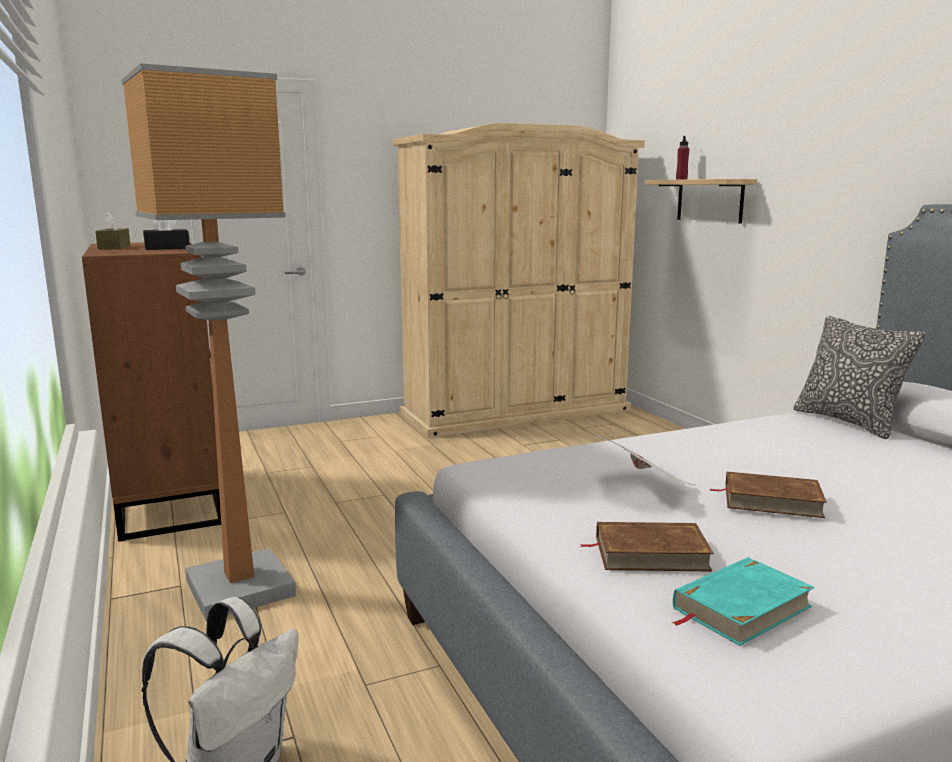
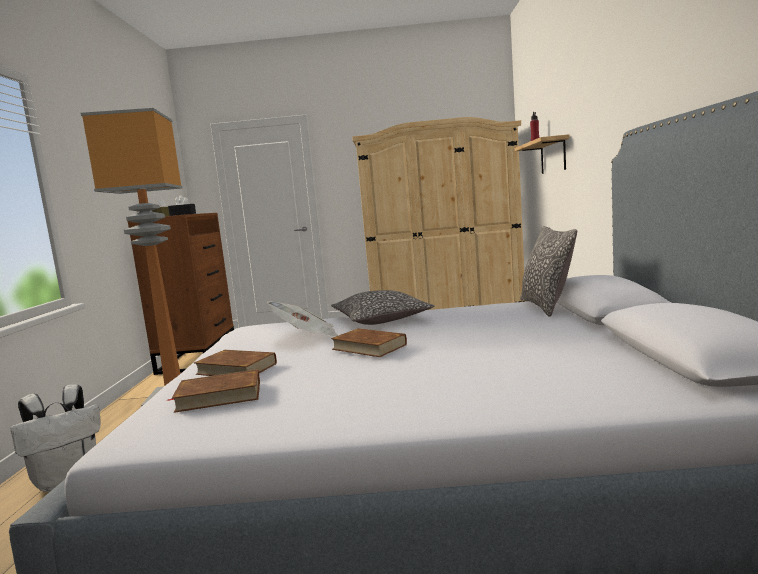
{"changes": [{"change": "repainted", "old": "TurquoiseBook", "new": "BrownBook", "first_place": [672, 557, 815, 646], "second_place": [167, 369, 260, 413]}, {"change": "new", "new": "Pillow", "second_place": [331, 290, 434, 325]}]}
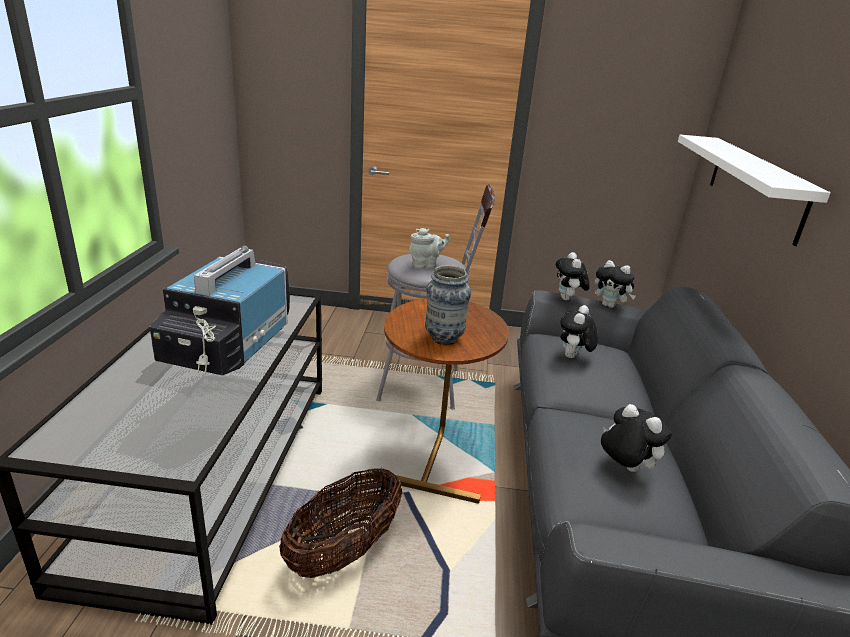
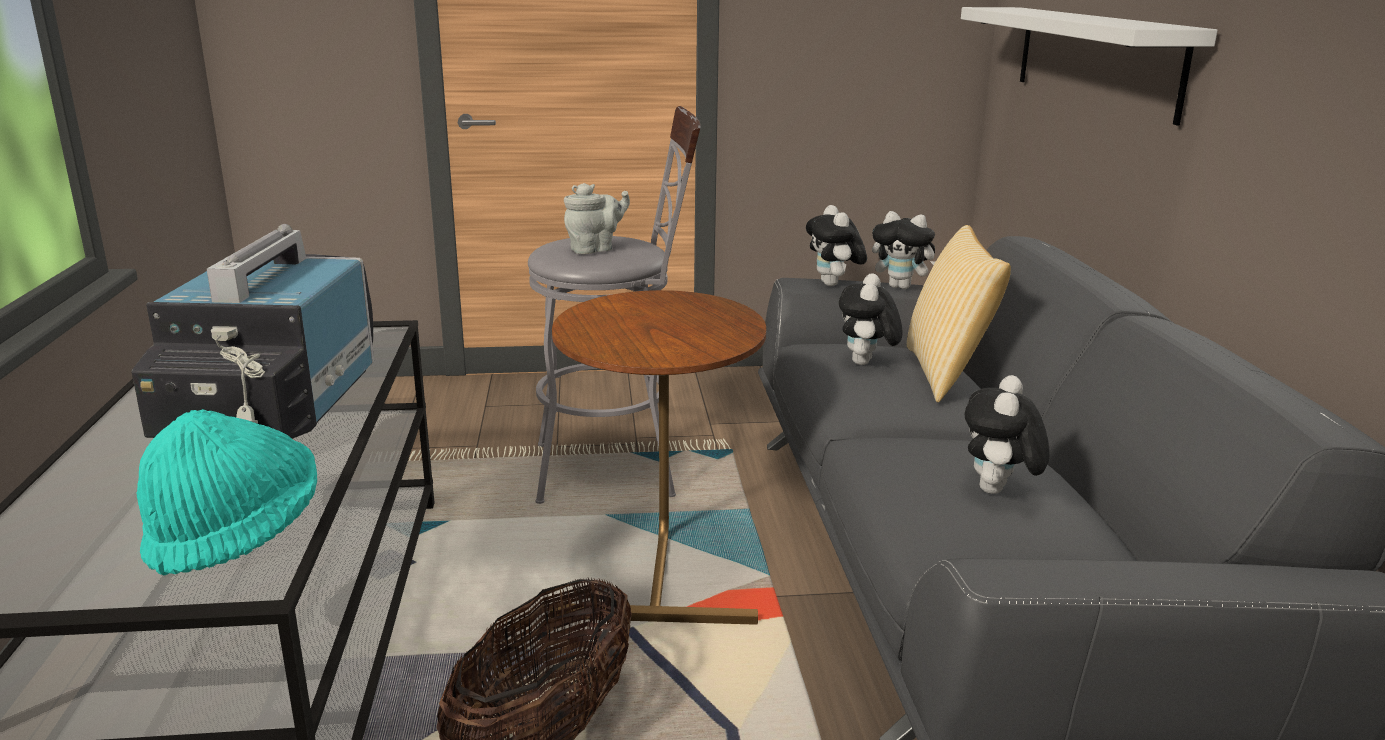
{"changes": [{"change": "gone", "old": "Vase", "first_place": [425, 265, 471, 345]}, {"change": "rotated", "old": "PlushToy", "first_place": [601, 404, 672, 472], "second_place": [965, 375, 1049, 494], "degrees": -105}, {"change": "new", "new": "Pillow", "second_place": [907, 225, 1011, 402]}, {"change": "new", "new": "TurquoiseHat", "second_place": [137, 409, 317, 575]}]}
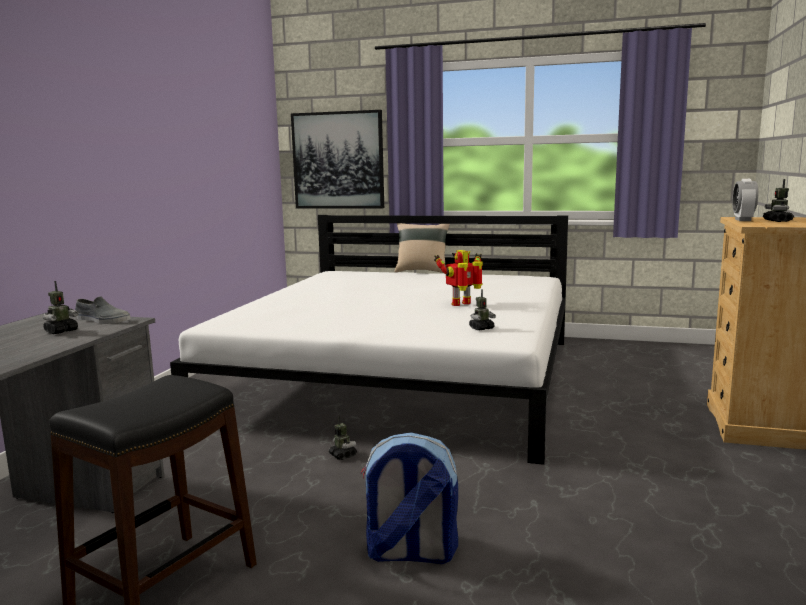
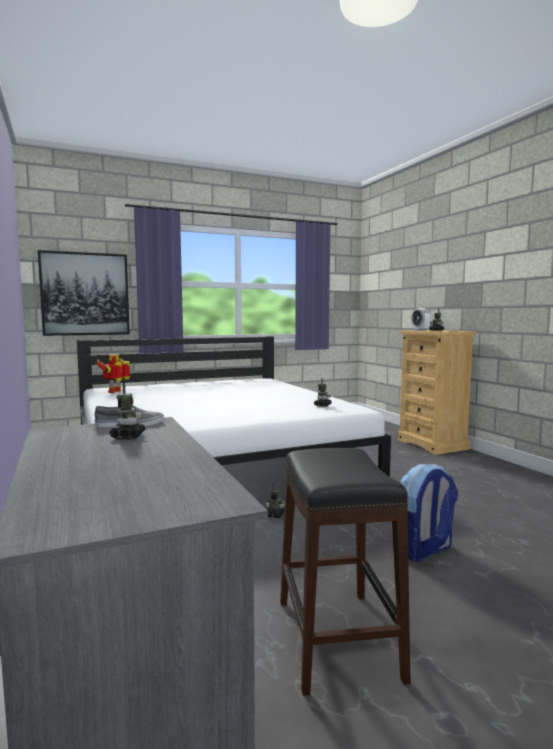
{"changes": [{"change": "gone", "old": "BeigePillow", "first_place": [394, 223, 450, 273]}, {"change": "shifted", "old": "ToyRobot", "first_place": [434, 250, 483, 306], "second_place": [95, 355, 130, 393]}]}
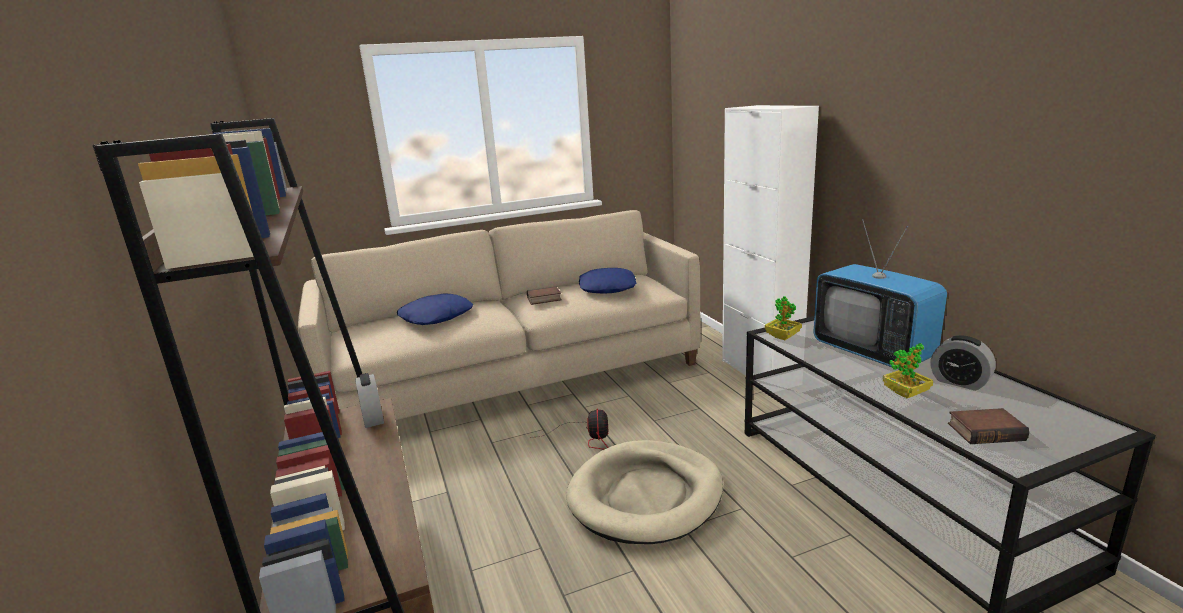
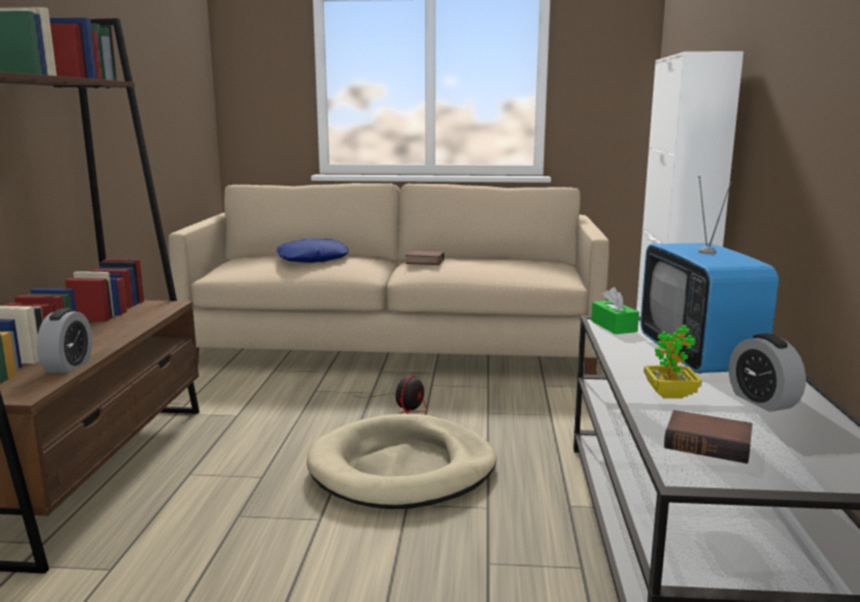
{"changes": [{"change": "gone", "old": "BluePillow", "first_place": [579, 268, 637, 293]}, {"change": "swapped", "old": "PottedPlant", "new": "GreenTissueBox", "first_place": [765, 296, 802, 340], "second_place": [591, 287, 639, 334]}, {"change": "shifted", "old": "AlarmClock", "first_place": [355, 373, 384, 428], "second_place": [37, 309, 92, 373]}]}
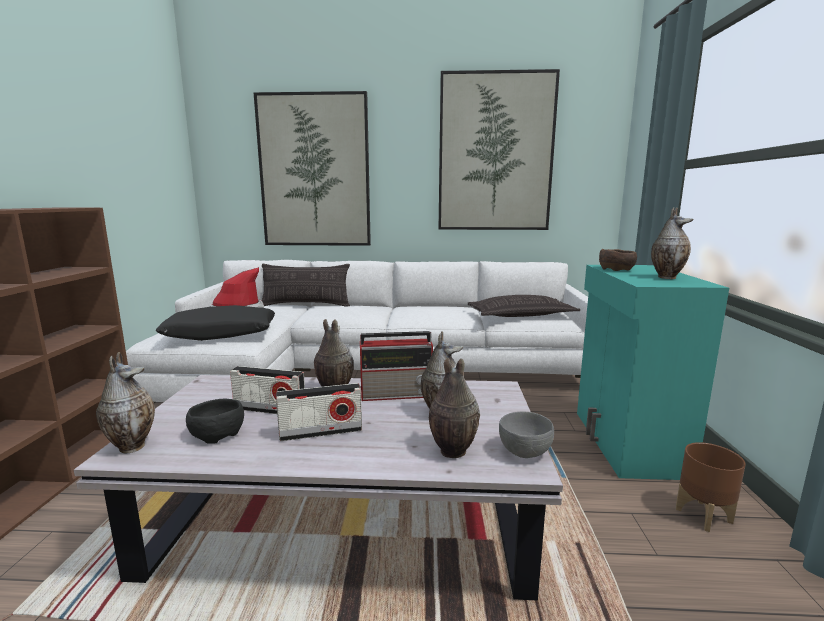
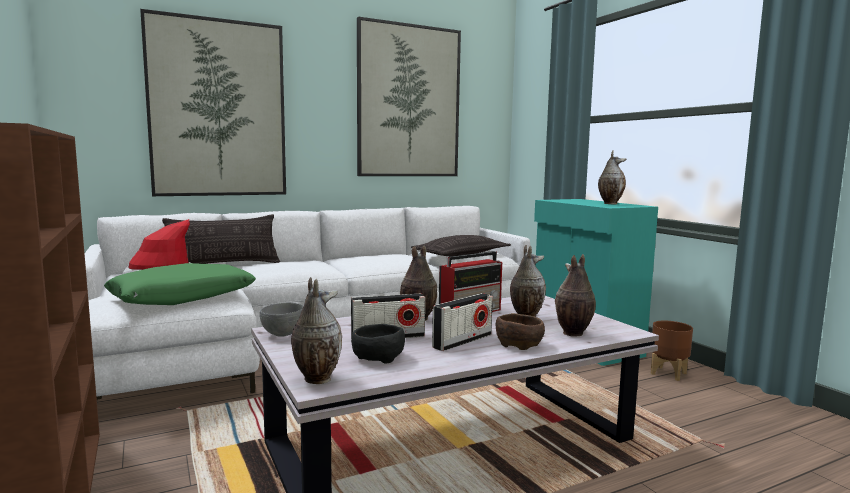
{"changes": [{"change": "shifted", "old": "BrownBowl", "first_place": [599, 249, 637, 271], "second_place": [496, 313, 545, 350]}, {"change": "repainted", "old": "BlackPillow", "new": "GreenPillow", "first_place": [156, 305, 275, 341], "second_place": [104, 263, 256, 305]}, {"change": "shifted", "old": "GreyBowl", "first_place": [499, 412, 554, 458], "second_place": [260, 303, 303, 337]}]}
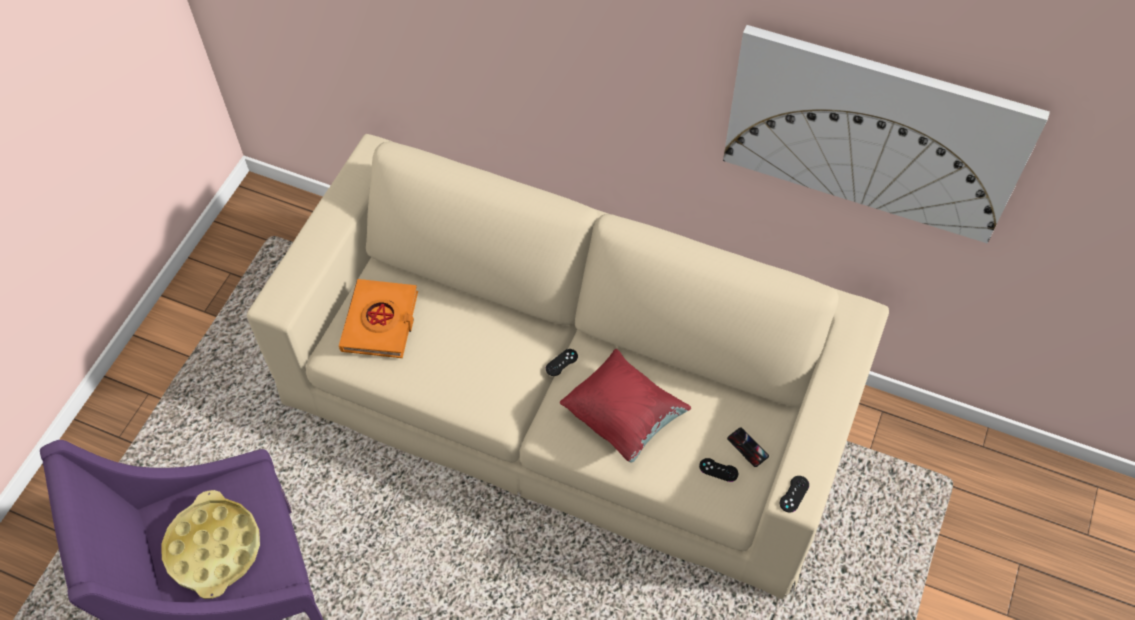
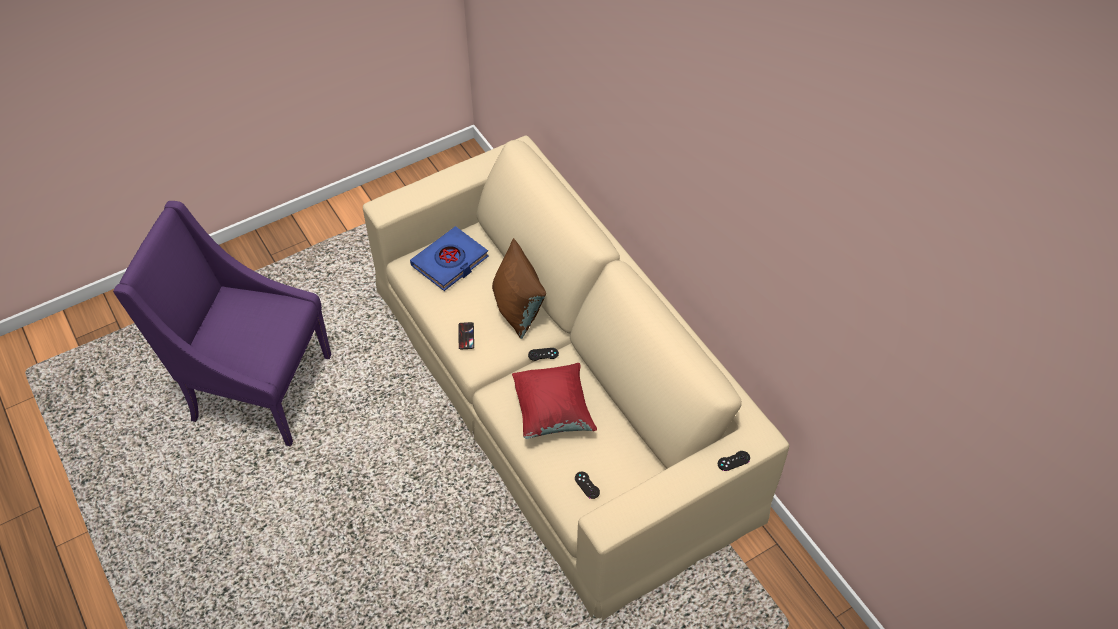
{"changes": [{"change": "gone", "old": "Picture", "first_place": [723, 25, 1050, 243]}, {"change": "repainted", "old": "OrangeBook", "new": "BlueBook", "first_place": [339, 279, 418, 358], "second_place": [410, 226, 489, 291]}, {"change": "shifted", "old": "Phone", "first_place": [727, 427, 769, 467], "second_place": [458, 322, 474, 349]}, {"change": "shifted", "old": "BlackGameController", "first_place": [780, 476, 809, 513], "second_place": [718, 451, 750, 471]}, {"change": "gone", "old": "YellowTray", "first_place": [162, 490, 260, 599]}, {"change": "new", "new": "BrownPillow", "second_place": [492, 238, 546, 339]}]}
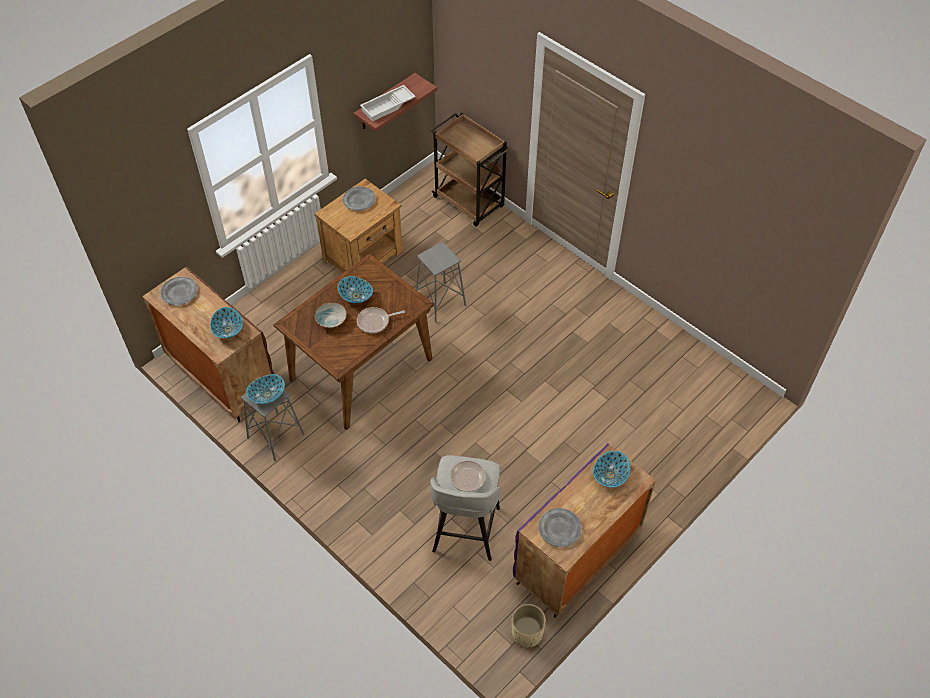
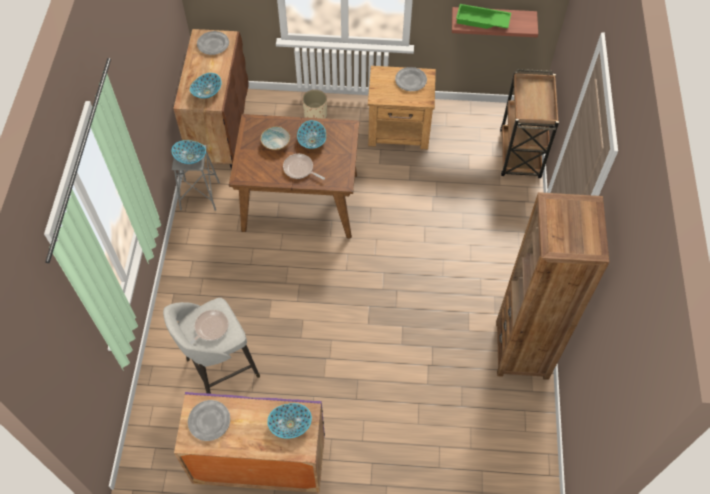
{"changes": [{"change": "repainted", "old": "WhiteTray", "new": "GreenTray", "first_place": [360, 85, 416, 122], "second_place": [456, 4, 511, 29]}, {"change": "gone", "old": "GreyStool", "first_place": [416, 242, 466, 323]}, {"change": "shifted", "old": "BeigePlanter", "first_place": [512, 604, 546, 647], "second_place": [302, 90, 327, 119]}, {"change": "new", "new": "BrownBookcase", "second_place": [496, 192, 609, 380]}]}
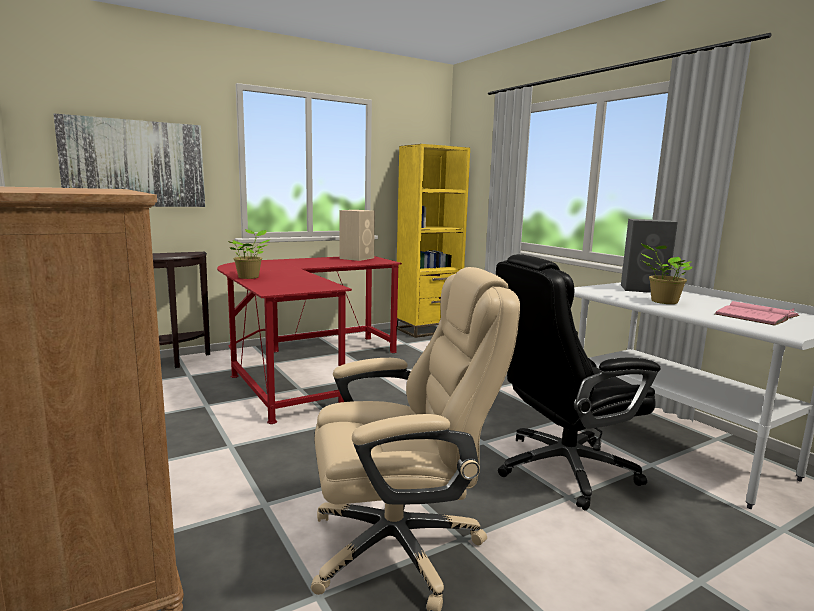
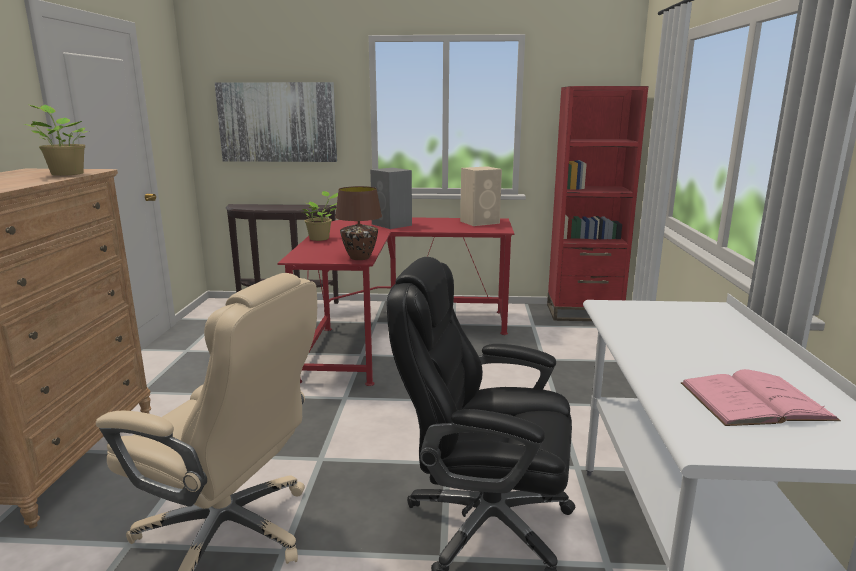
{"changes": [{"change": "repainted", "old": "YellowBookcase", "new": "RedBookcase", "first_place": [397, 144, 470, 338], "second_place": [547, 86, 648, 321]}, {"change": "shifted", "old": "GreySpeaker", "first_place": [621, 219, 677, 293], "second_place": [370, 168, 412, 229]}, {"change": "shifted", "old": "PottedPlant", "first_place": [640, 244, 693, 304], "second_place": [24, 104, 88, 176]}, {"change": "new", "new": "BrownTableLamp", "second_place": [335, 186, 382, 260]}]}
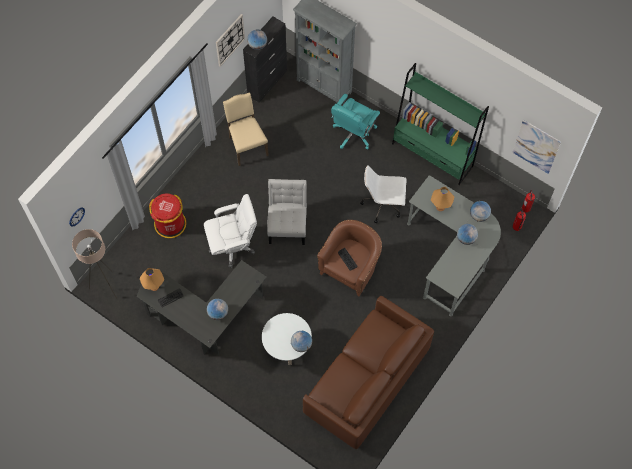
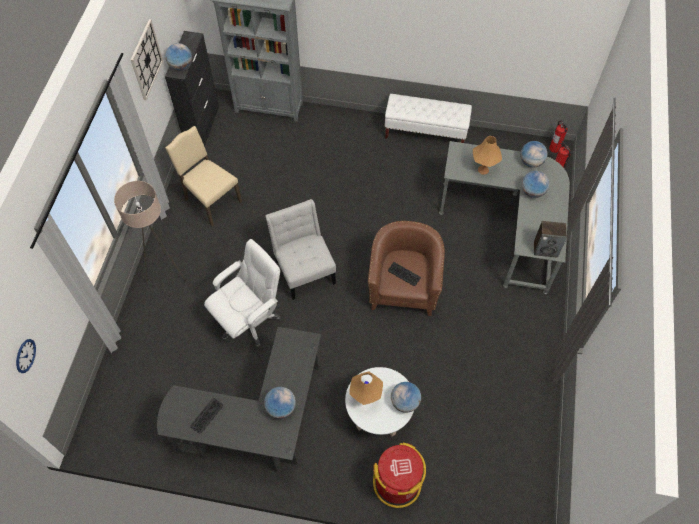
{"changes": [{"change": "swapped", "old": "GreenBookcase", "new": "WhiteBench", "first_place": [392, 63, 489, 185], "second_place": [384, 94, 472, 143]}, {"change": "gone", "old": "TurquoiseOfficeChair", "first_place": [331, 94, 380, 149]}, {"change": "gone", "old": "Picture", "first_place": [513, 120, 561, 174]}, {"change": "gone", "old": "WhiteOfficeChair", "first_place": [360, 165, 406, 223]}, {"change": "shifted", "old": "RedTrashCan", "first_place": [149, 194, 186, 238], "second_place": [373, 442, 426, 508]}, {"change": "shifted", "old": "BeigeFloorLamp", "first_place": [72, 229, 117, 299], "second_place": [114, 181, 186, 285]}, {"change": "shifted", "old": "OrangeTableLamp", "first_place": [140, 268, 164, 291], "second_place": [350, 371, 383, 405]}, {"change": "gone", "old": "BrownSofa", "first_place": [303, 296, 434, 449]}, {"change": "new", "new": "Speaker", "second_place": [534, 221, 567, 258]}]}
